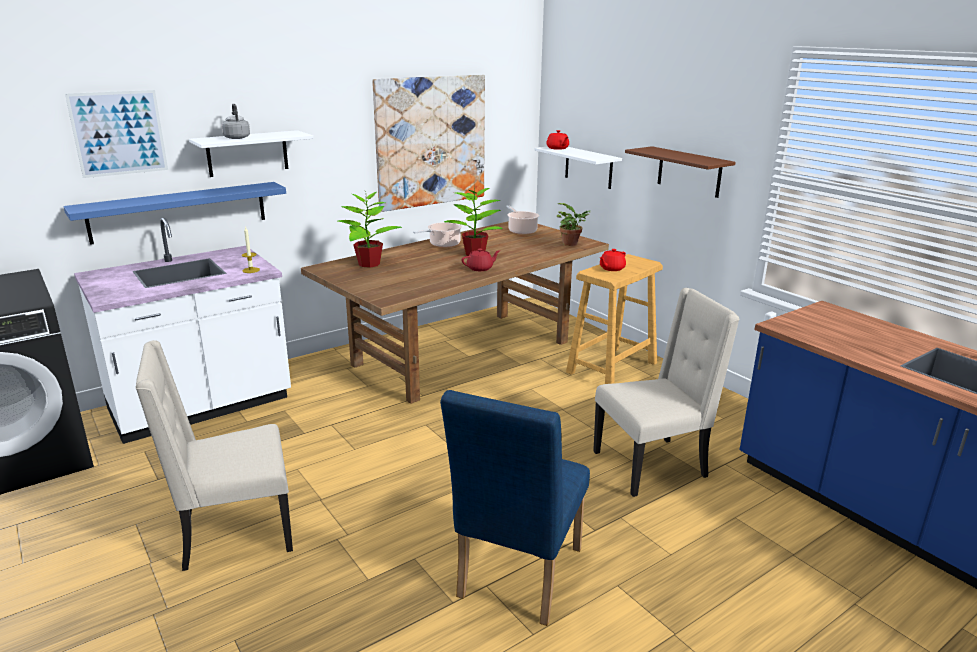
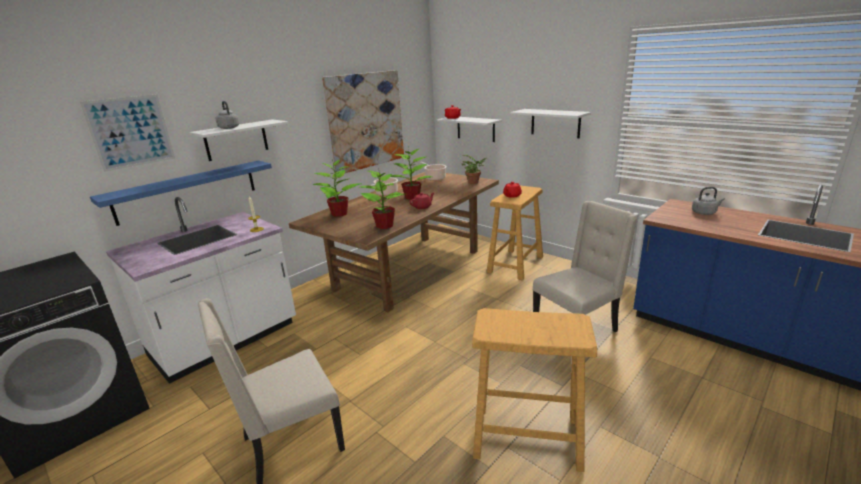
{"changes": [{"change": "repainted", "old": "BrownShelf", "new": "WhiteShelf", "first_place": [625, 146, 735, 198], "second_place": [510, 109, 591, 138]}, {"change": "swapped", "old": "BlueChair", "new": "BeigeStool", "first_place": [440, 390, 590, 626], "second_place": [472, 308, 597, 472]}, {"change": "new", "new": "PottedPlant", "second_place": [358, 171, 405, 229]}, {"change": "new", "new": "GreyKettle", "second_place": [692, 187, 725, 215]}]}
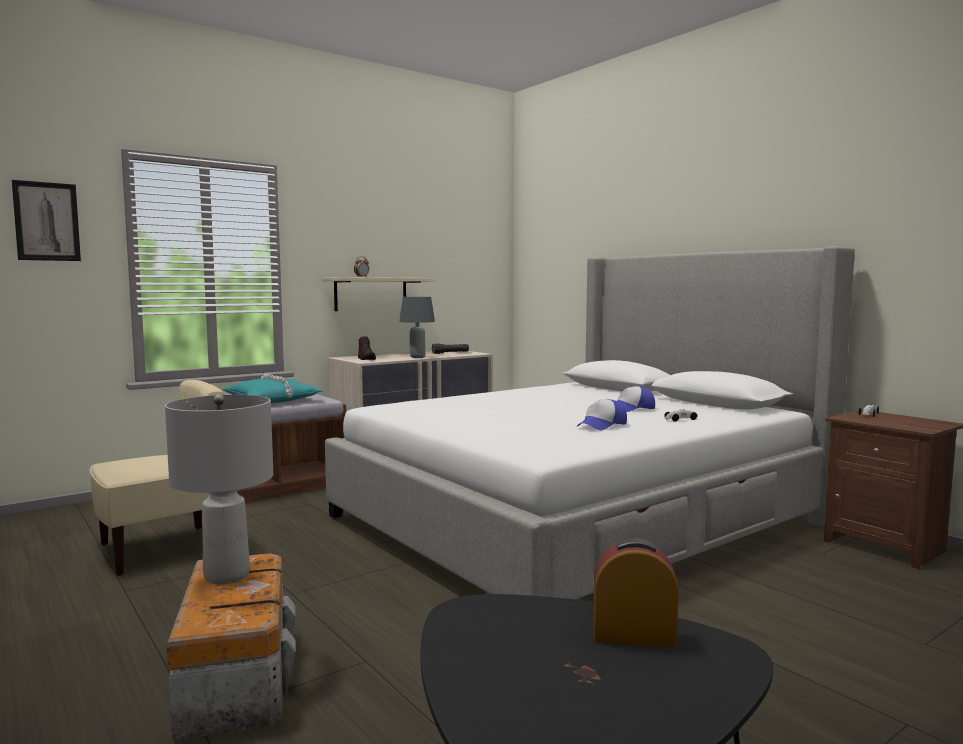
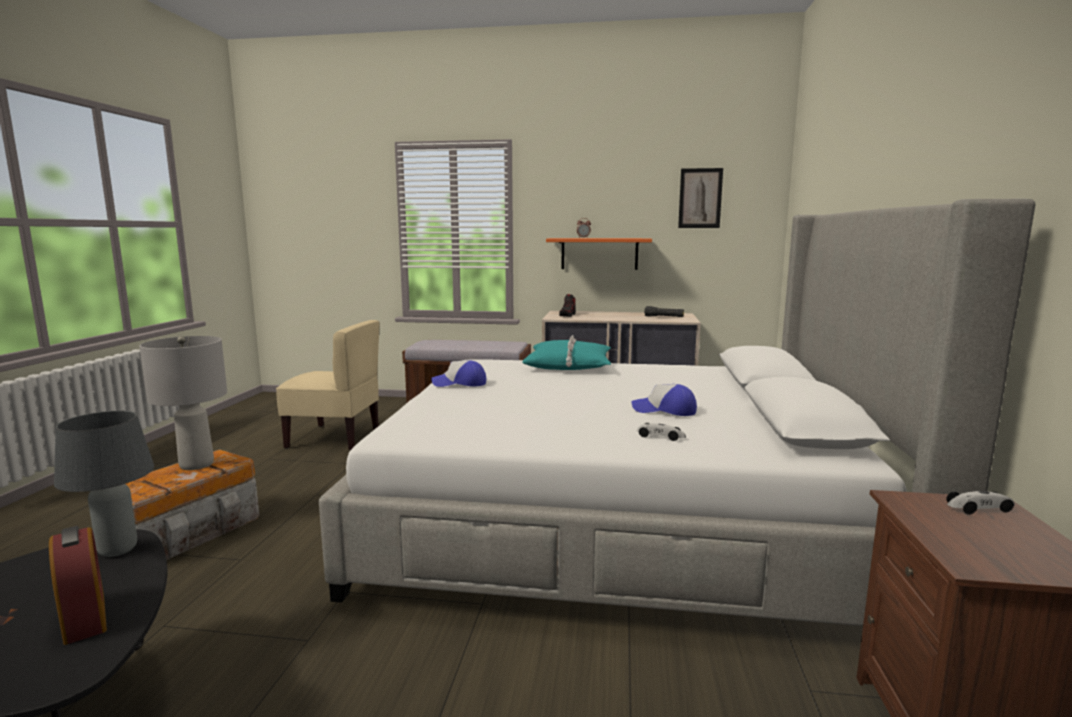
{"changes": [{"change": "shifted", "old": "Picture", "first_place": [12, 180, 81, 261], "second_place": [678, 168, 723, 228]}, {"change": "repainted", "old": "BeigeShelf", "new": "OrangeShelf", "first_place": [322, 277, 435, 311], "second_place": [546, 238, 652, 270]}, {"change": "shifted", "old": "GreyTableLamp", "first_place": [399, 297, 435, 358], "second_place": [54, 411, 154, 557]}, {"change": "shifted", "old": "TurquoisePillow", "first_place": [223, 374, 323, 403], "second_place": [522, 335, 611, 370]}, {"change": "shifted", "old": "Cap", "first_place": [577, 399, 627, 430], "second_place": [431, 360, 486, 387]}]}
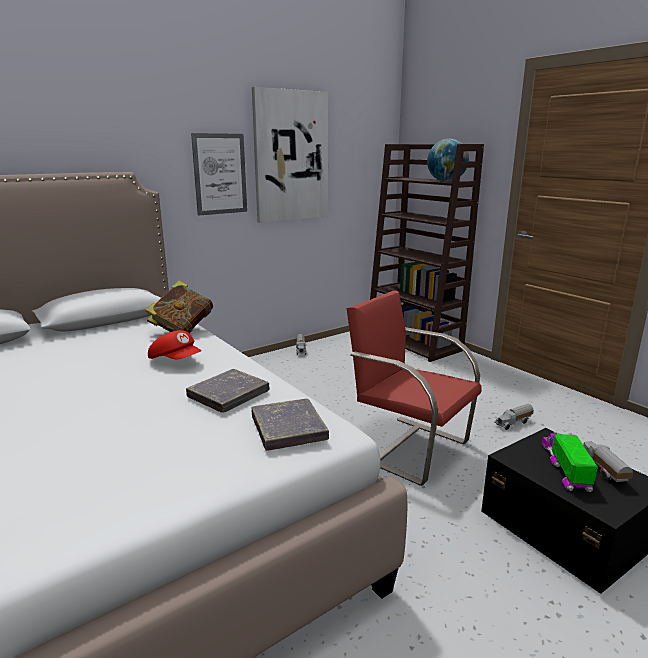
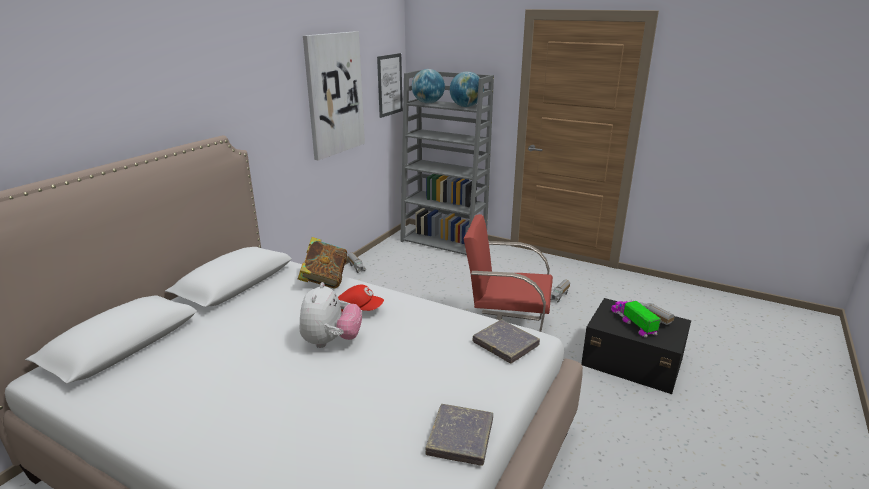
{"changes": [{"change": "shifted", "old": "Picture", "first_place": [191, 133, 247, 216], "second_place": [377, 53, 403, 118]}, {"change": "repainted", "old": "BrownBookcase", "new": "GreyBookcase", "first_place": [370, 144, 484, 362], "second_place": [400, 70, 494, 255]}, {"change": "shifted", "old": "GreyBook", "first_place": [186, 369, 270, 413], "second_place": [426, 404, 493, 466]}, {"change": "new", "new": "Globe", "second_place": [412, 69, 445, 103]}, {"change": "new", "new": "PlushToy", "second_place": [300, 282, 362, 348]}]}
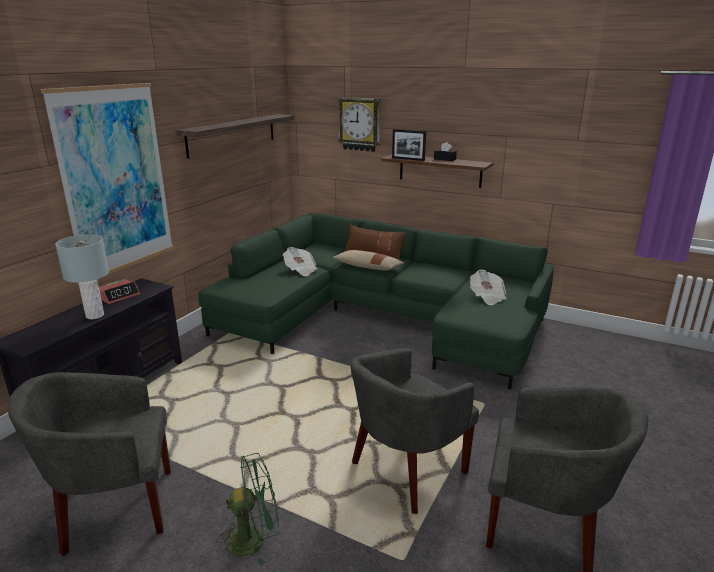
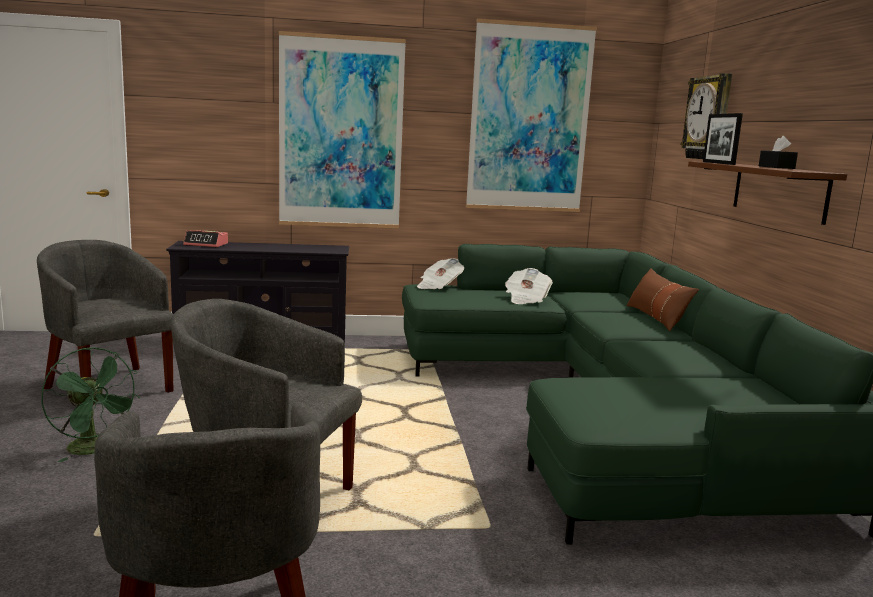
{"changes": [{"change": "swapped", "old": "Shelf", "new": "Picture", "first_place": [176, 114, 295, 158], "second_place": [466, 18, 597, 212]}, {"change": "gone", "old": "GreyTableLamp", "first_place": [55, 234, 109, 319]}, {"change": "gone", "old": "BeigePillow", "first_place": [333, 250, 404, 271]}, {"change": "shifted", "old": "Newspaper", "first_place": [470, 270, 507, 305], "second_place": [417, 258, 464, 289]}, {"change": "shifted", "old": "AlarmClock", "first_place": [99, 279, 140, 304], "second_place": [183, 230, 228, 247]}]}
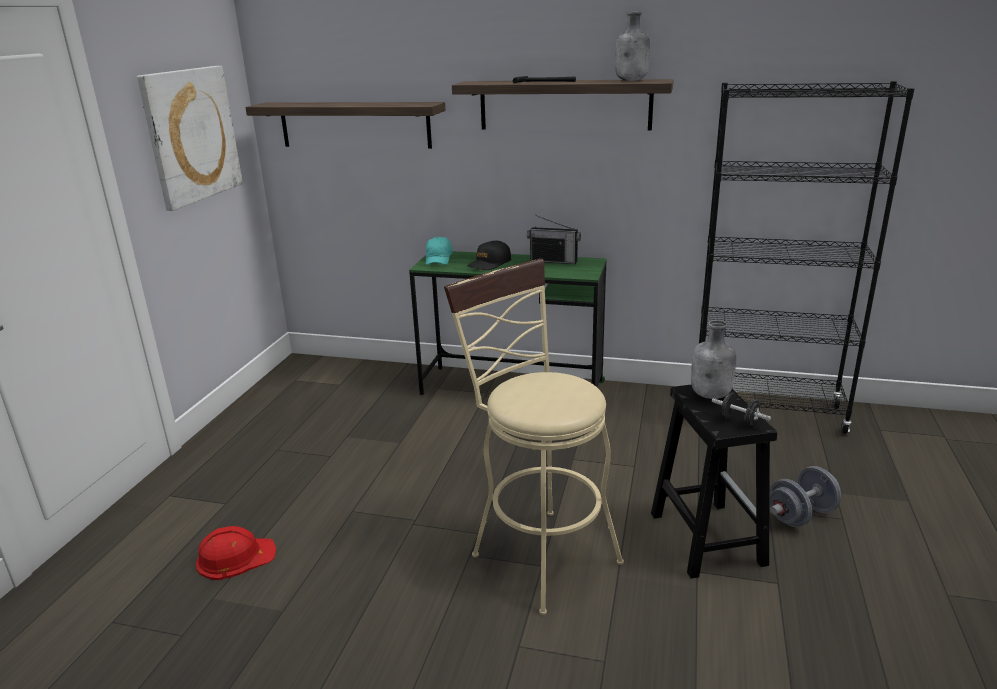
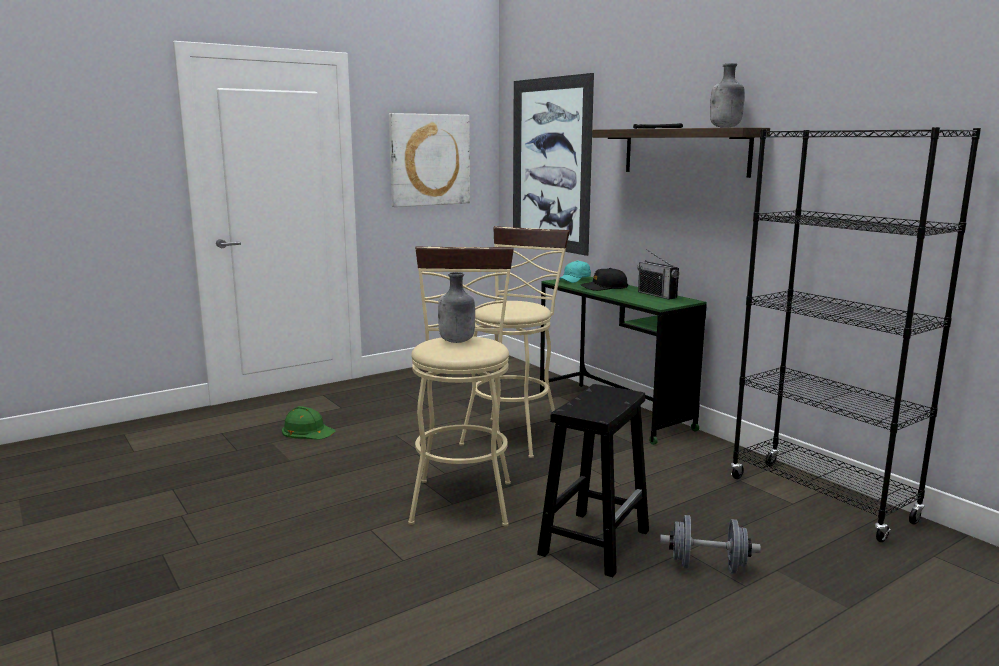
{"changes": [{"change": "swapped", "old": "Shelf", "new": "Picture", "first_place": [245, 102, 446, 149], "second_place": [513, 73, 594, 256]}, {"change": "shifted", "old": "GreyBottle", "first_place": [691, 320, 736, 399], "second_place": [438, 272, 475, 343]}, {"change": "gone", "old": "BlackDumbbell", "first_place": [712, 393, 771, 427]}, {"change": "repainted", "old": "RedHardHat", "new": "GreenHardHat", "first_place": [196, 526, 276, 580], "second_place": [282, 406, 336, 440]}, {"change": "new", "new": "BeigeStool", "second_place": [459, 226, 570, 458]}]}
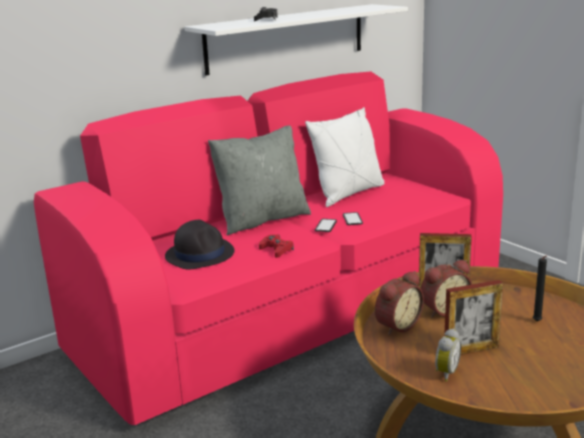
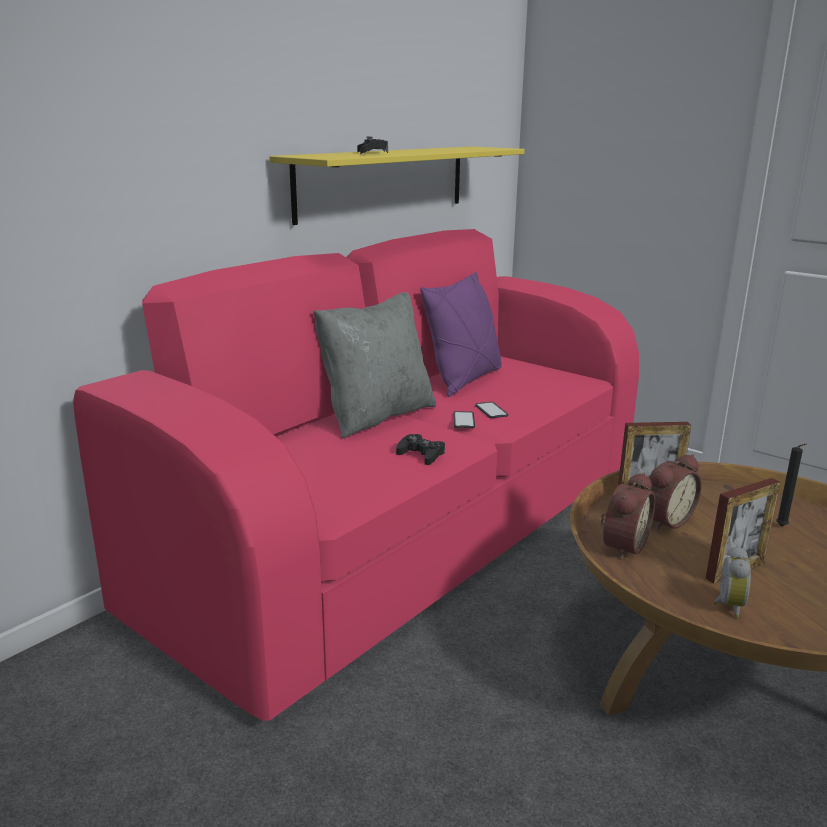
{"changes": [{"change": "repainted", "old": "WhiteShelf", "new": "YellowShelf", "first_place": [184, 4, 408, 75], "second_place": [269, 147, 525, 225]}, {"change": "repainted", "old": "WhitePillow", "new": "PurplePillow", "first_place": [305, 107, 384, 207], "second_place": [420, 272, 502, 397]}, {"change": "gone", "old": "BlackHat", "first_place": [165, 220, 235, 270]}, {"change": "repainted", "old": "RedGameController", "new": "BlackGameController", "first_place": [259, 234, 294, 258], "second_place": [396, 434, 445, 465]}]}
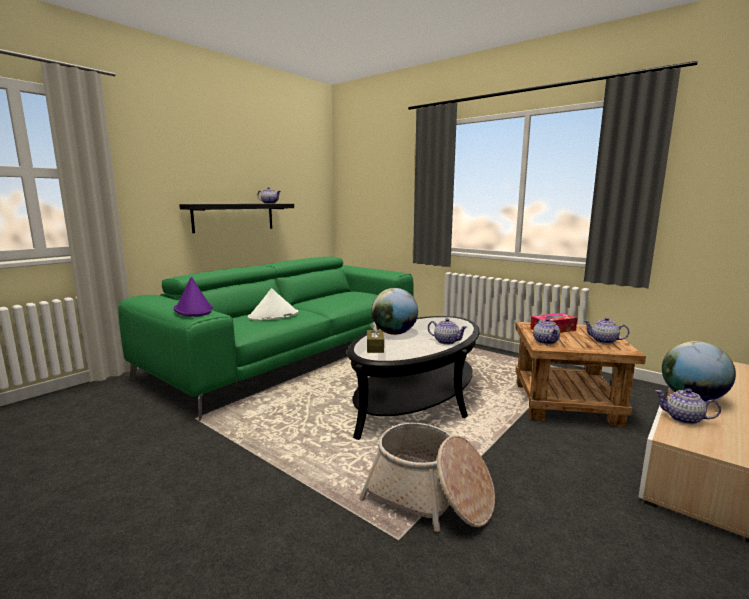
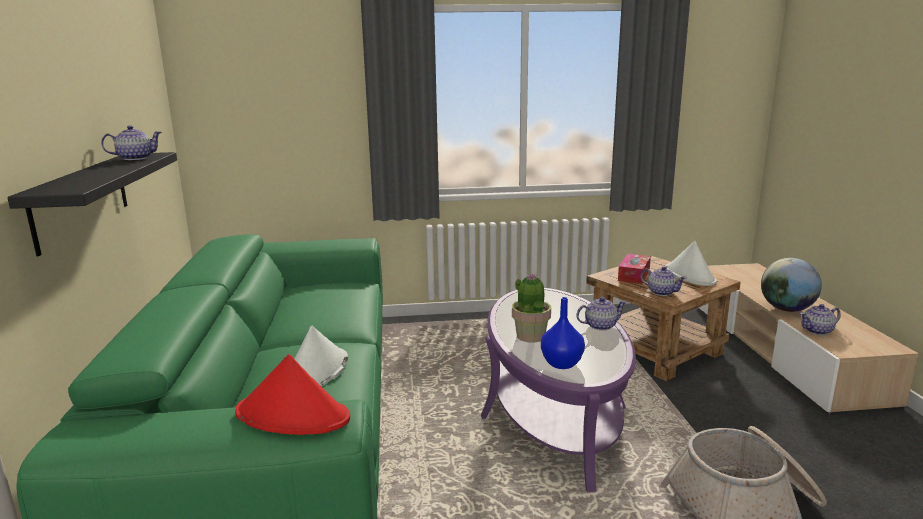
{"changes": [{"change": "repainted", "old": "PurpleHat", "new": "RedHat", "first_place": [174, 277, 213, 317], "second_place": [235, 354, 350, 435]}, {"change": "swapped", "old": "Globe", "new": "PottedPlant", "first_place": [371, 288, 418, 335], "second_place": [512, 273, 551, 343]}, {"change": "repainted", "old": "BlackCoffeeTable", "new": "PurpleCoffeeTable", "first_place": [347, 316, 479, 440], "second_place": [481, 288, 636, 492]}, {"change": "swapped", "old": "Teapot", "new": "WhiteHat", "first_place": [584, 318, 629, 344], "second_place": [665, 241, 717, 286]}, {"change": "swapped", "old": "BrownTissueBox", "new": "BlueVase", "first_place": [367, 322, 384, 353], "second_place": [541, 297, 585, 369]}]}
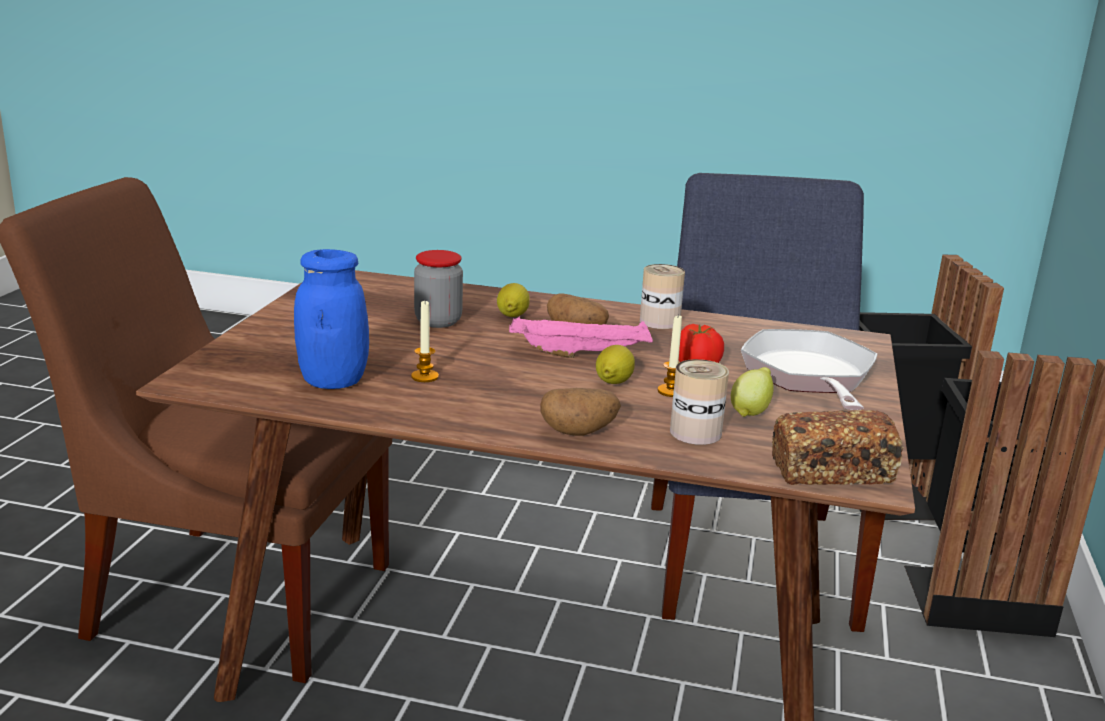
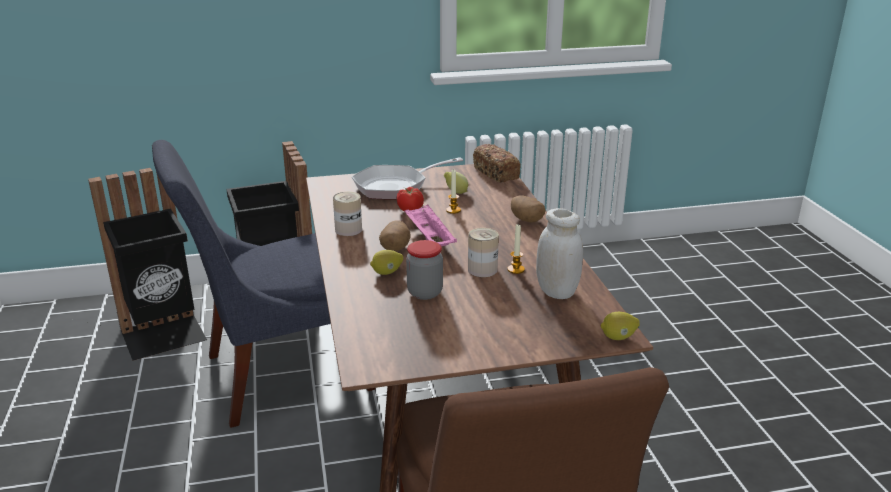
{"changes": [{"change": "repainted", "old": "BlueJar", "new": "WhiteJar", "first_place": [294, 249, 369, 389], "second_place": [536, 208, 583, 299]}, {"change": "shifted", "old": "Lemon", "first_place": [596, 345, 635, 384], "second_place": [601, 312, 640, 340]}, {"change": "shifted", "old": "Can", "first_place": [670, 359, 729, 445], "second_place": [468, 228, 499, 277]}]}
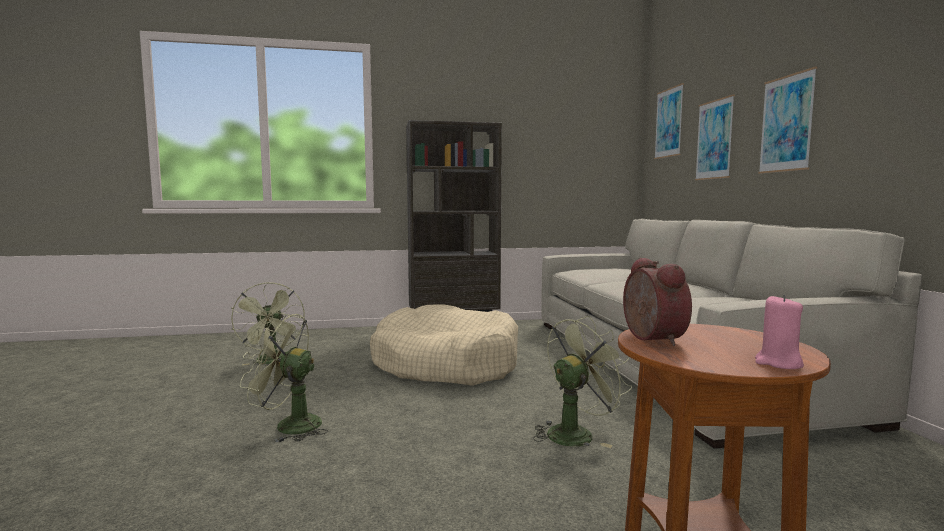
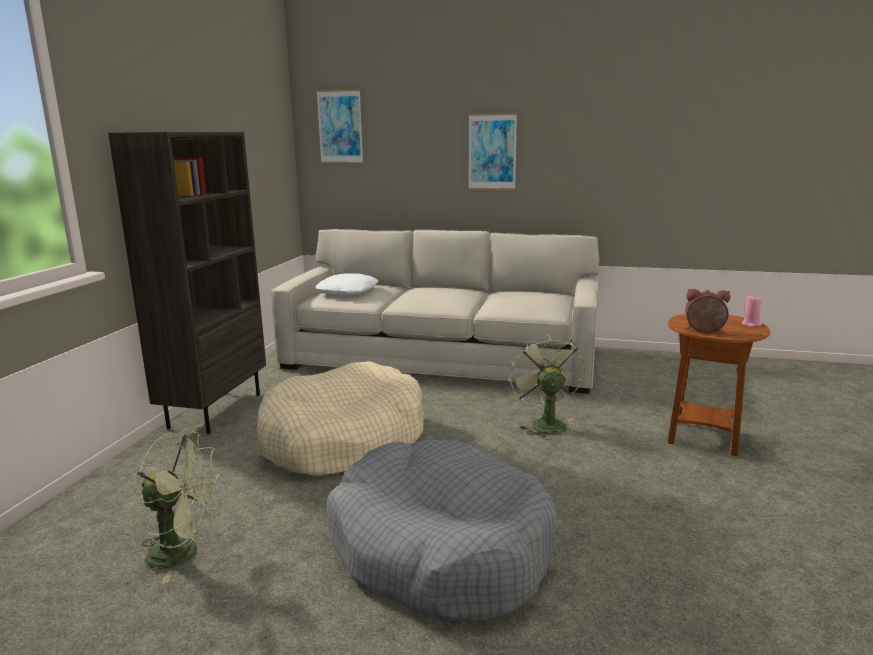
{"changes": [{"change": "gone", "old": "Picture", "first_place": [695, 94, 735, 180]}, {"change": "swapped", "old": "GreenFan", "new": "GreyDogBed", "first_place": [240, 312, 328, 442], "second_place": [327, 440, 557, 624]}, {"change": "new", "new": "WhitePillow", "second_place": [316, 273, 379, 295]}]}
